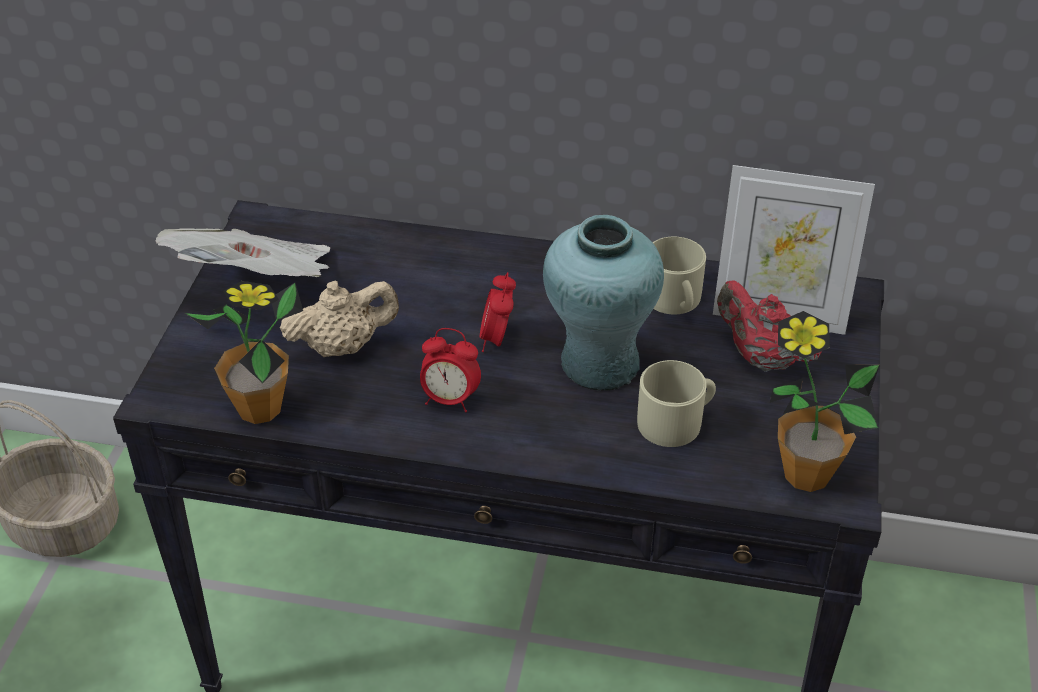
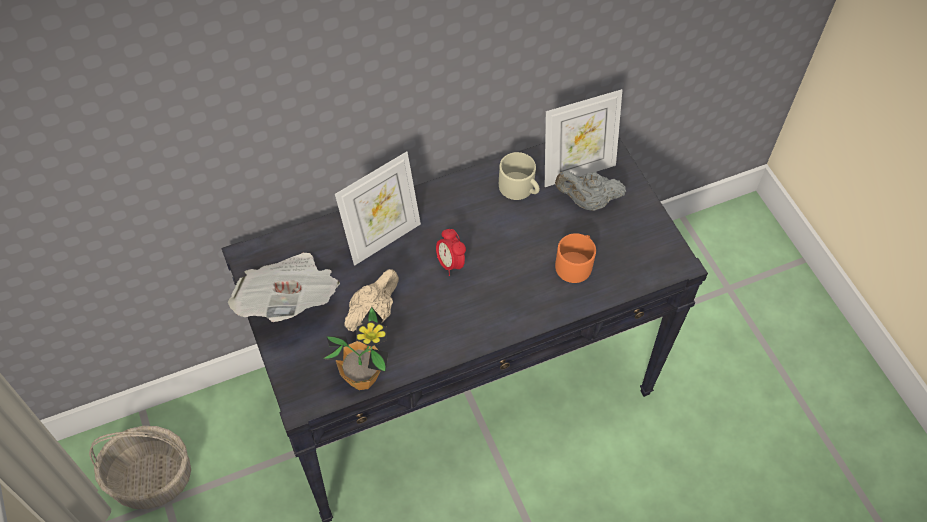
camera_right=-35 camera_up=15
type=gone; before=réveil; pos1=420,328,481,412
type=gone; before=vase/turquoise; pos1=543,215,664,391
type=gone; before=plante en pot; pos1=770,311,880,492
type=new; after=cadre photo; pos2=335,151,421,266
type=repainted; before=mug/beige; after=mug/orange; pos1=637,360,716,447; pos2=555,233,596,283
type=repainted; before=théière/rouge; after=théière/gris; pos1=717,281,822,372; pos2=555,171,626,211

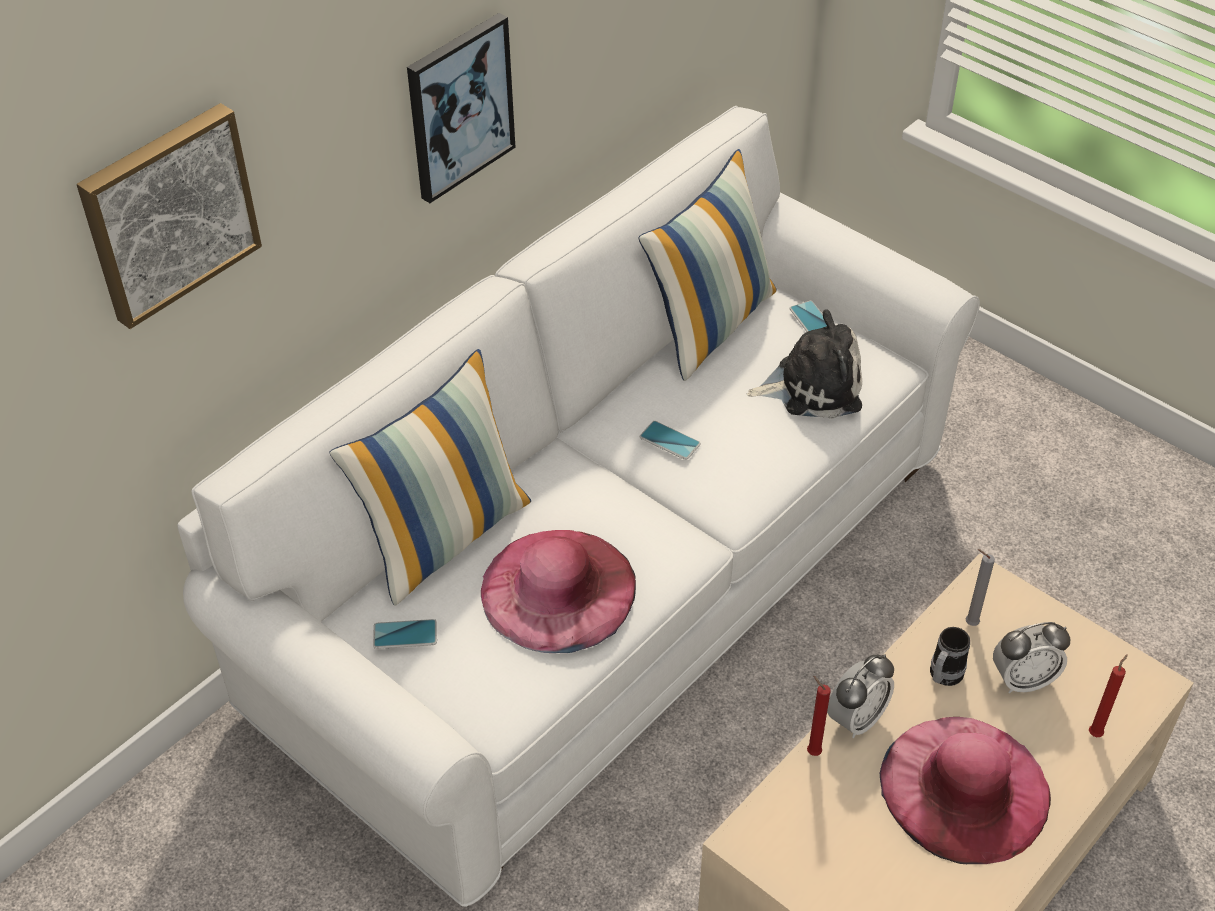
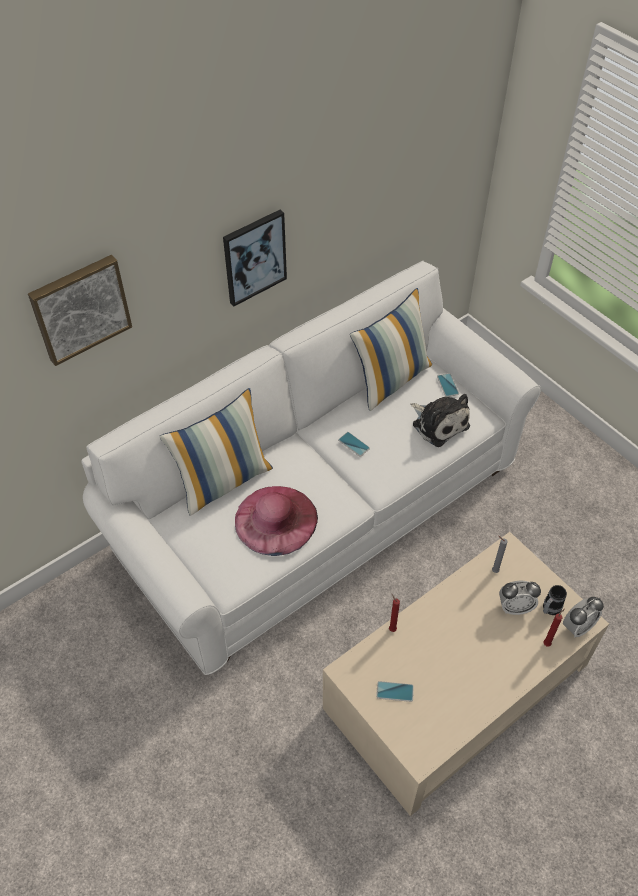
camera_right=10 camera_up=5
type=gone; before=chapeau/rose; pos1=880,717,1051,864
type=shifted; before=téléphone; pos1=373,619,437,649; pos2=376,681,414,702
type=shifted; before=réveil; pos1=827,654,894,738; pos2=563,597,604,638
type=shifted; before=mug; pos1=930,627,970,686; pos2=543,585,567,615
type=rotated; before=peluche; pos1=747,309,862,419; pos2=410,394,470,447; turn=45

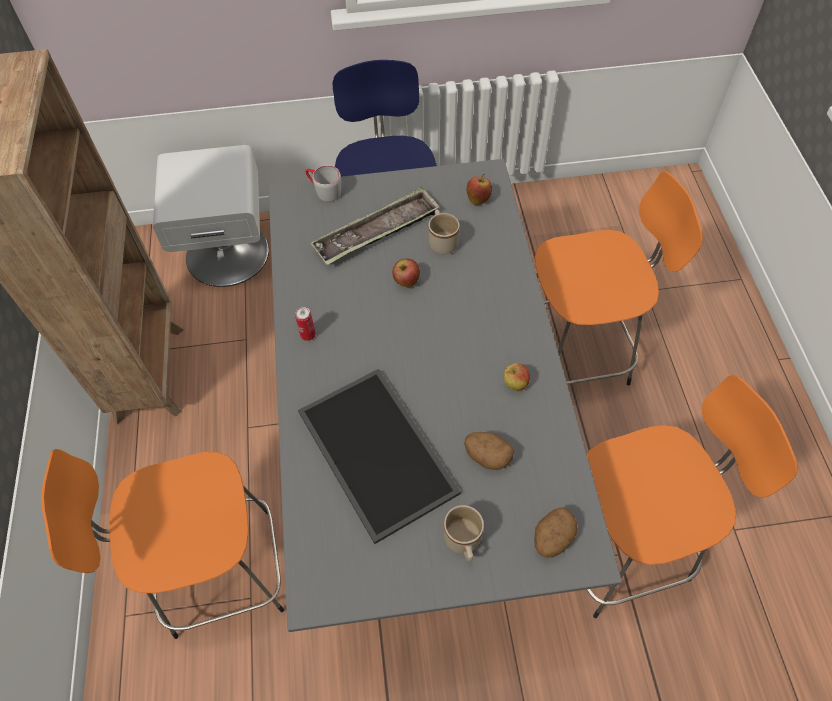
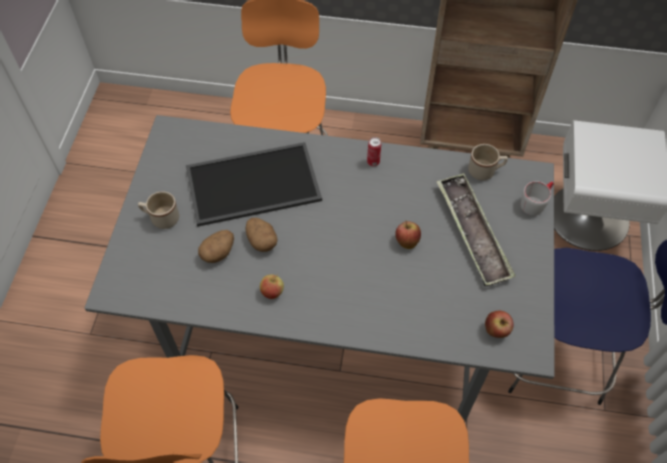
camera_right=105 camera_up=0
type=shifted; before=mug/beige; pos1=428,210,460,254; pos2=468,144,508,180
type=shifted; before=pomme de terre; pos1=534,507,577,558; pos2=245,218,277,252

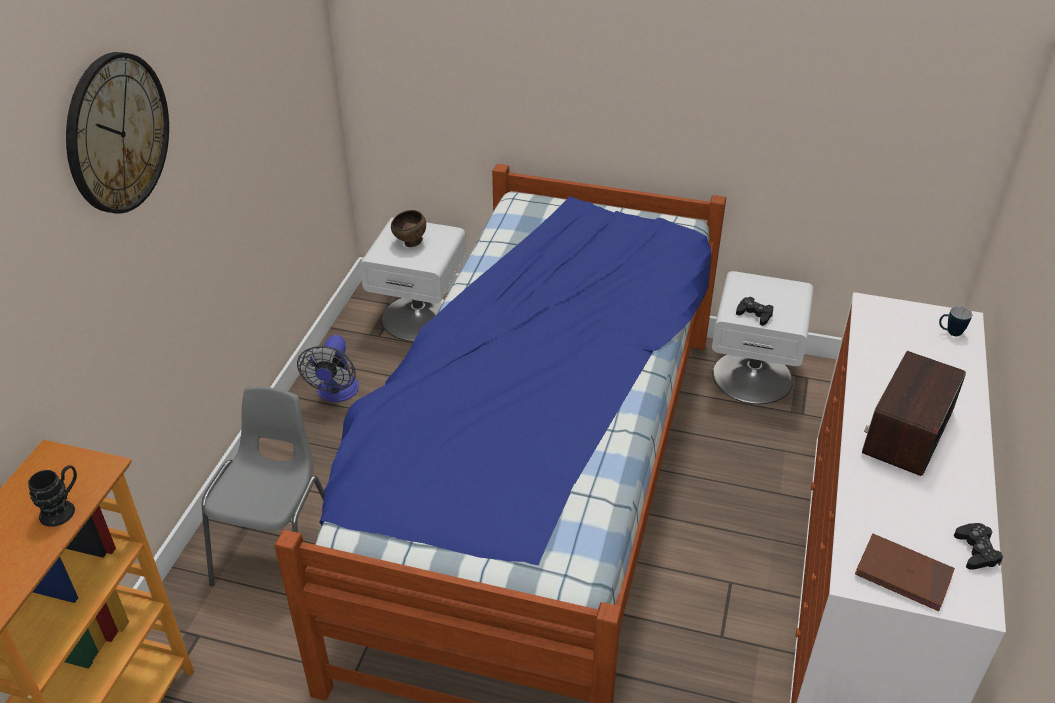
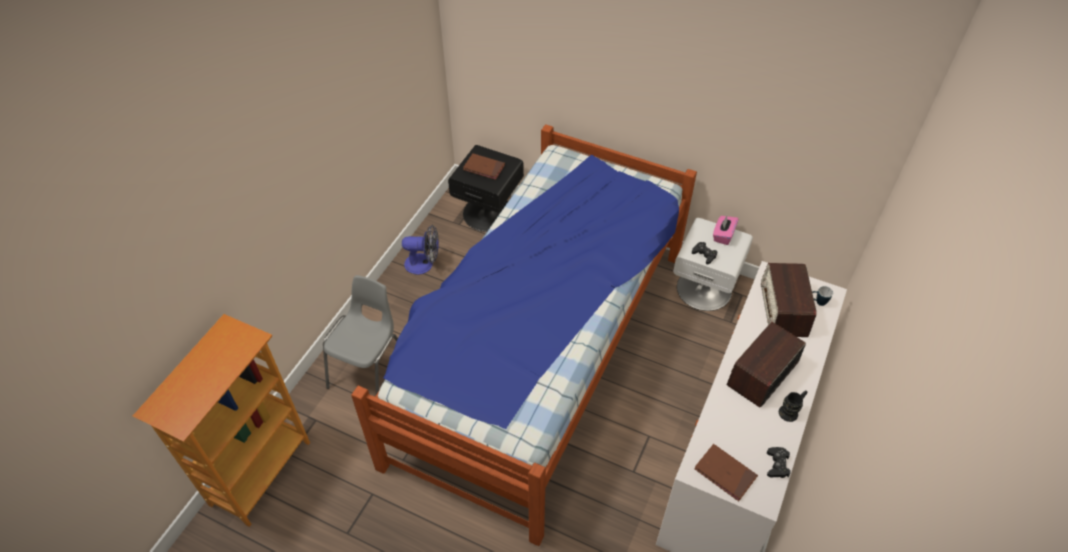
camera_right=10 camera_up=10
type=gone; before=horloge murale; pos1=66,52,169,213
type=new; after=boîte à mouchoirs/rose; pos2=713,215,738,245
type=new; after=radio; pos2=761,263,817,337
type=shifted; before=mug/noir; pos1=28,465,77,527; pos2=779,391,807,422
type=swapped; before=bol/marron; after=livre/marron; pos1=391,210,426,247; pos2=463,153,505,180
type=repainted; before=table de chevet/blanc; after=table de chevet/noir; pos1=360,217,466,341; pos2=448,145,524,232
type=rotated; before=ventilateur; pos1=297,335,359,402; pos2=402,225,439,275; turn=-105

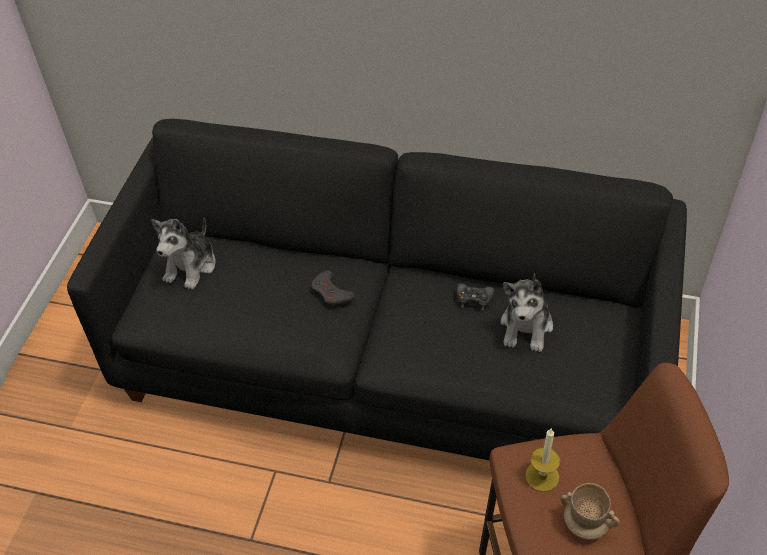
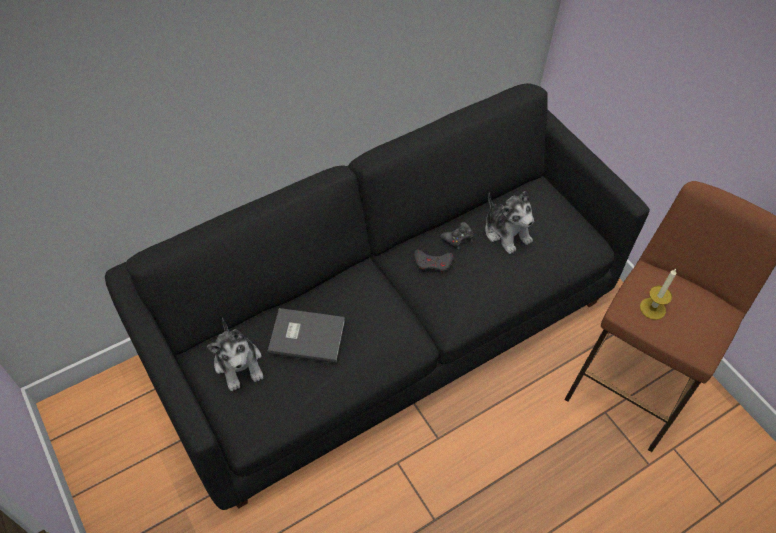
camera_right=-50 camera_up=5
type=gone; before=mug/beige; pos1=560,483,620,540
type=new; after=livre/gris; pos2=268,308,345,364
type=shifted; before=manette/gris; pos1=311,270,355,307; pos2=414,250,454,274

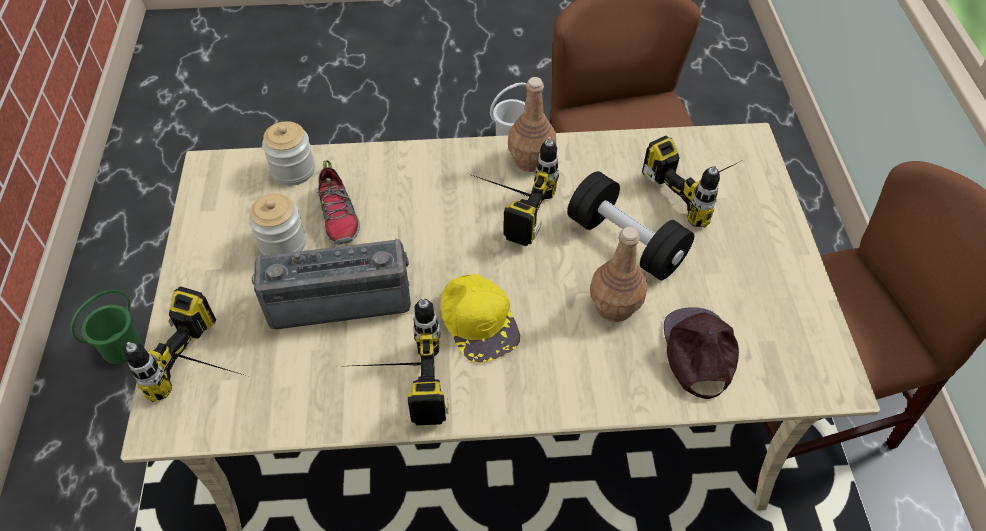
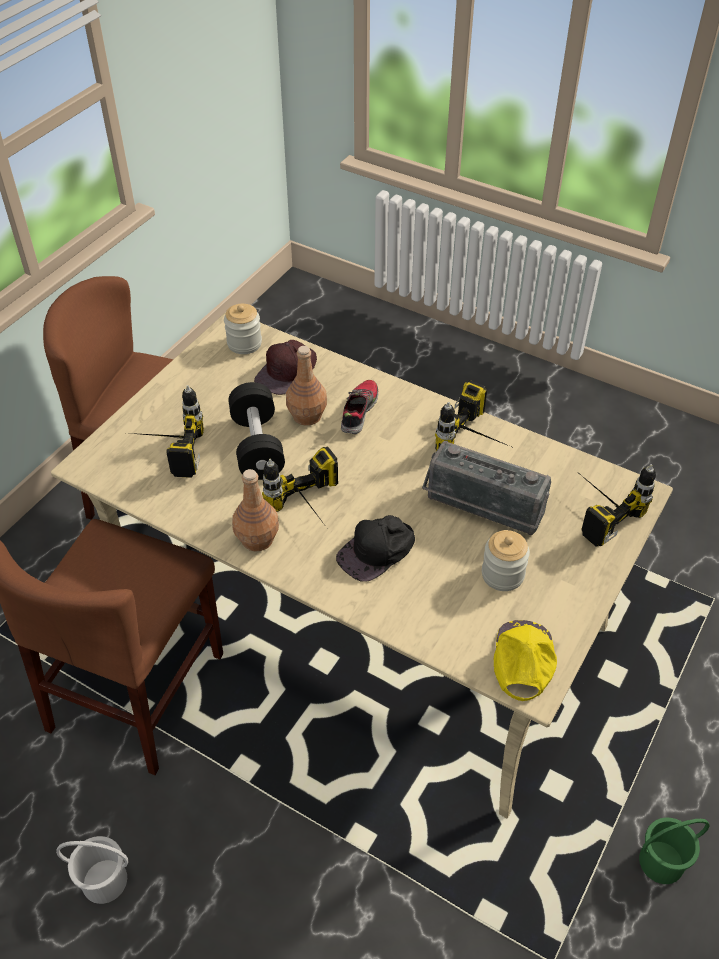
camera_right=-145 camera_up=-5
type=new; after=casquette/noir; pos2=336,515,415,582
type=shifted; before=bocal; pos1=262,121,315,186; pos2=224,304,262,354
type=shifted; before=chaussure; pos1=317,160,360,245; pos2=341,380,379,434
type=shifted; before=casquette/jaune; pos1=441,274,520,363; pos2=494,620,557,701

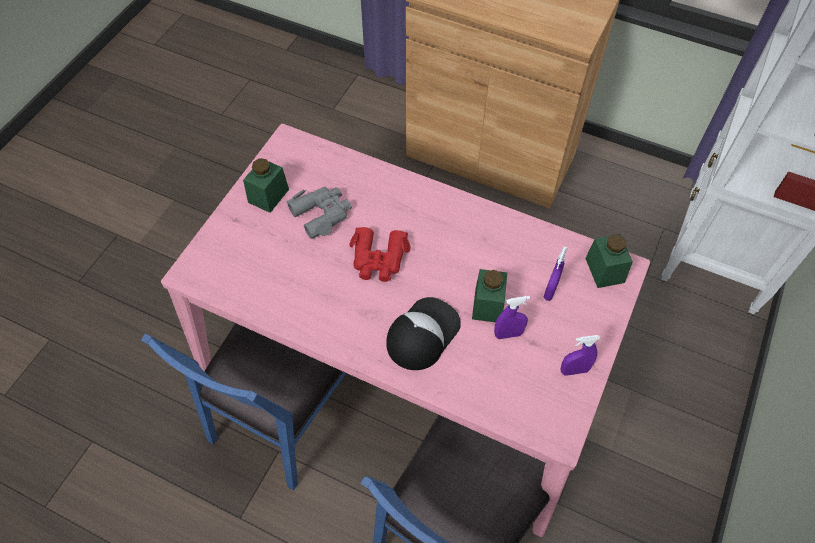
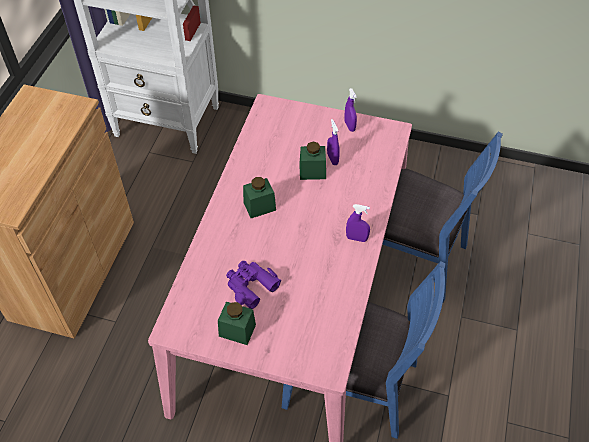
camera_right=-100 camera_up=-5
type=gone; before=jumelles/rouge; pos1=349,227,410,282
type=gone; before=casquette; pos1=386,297,461,370
type=shifted; before=vaporisateur/violet; pos1=544,246,568,301; pos2=346,204,370,242
type=shifted; before=bocal/vert; pos1=585,234,633,288; pos2=243,177,276,218
type=repainted; before=jumelles/gris; after=jumelles/violet; pos1=286,187,352,239; pos2=226,261,281,309

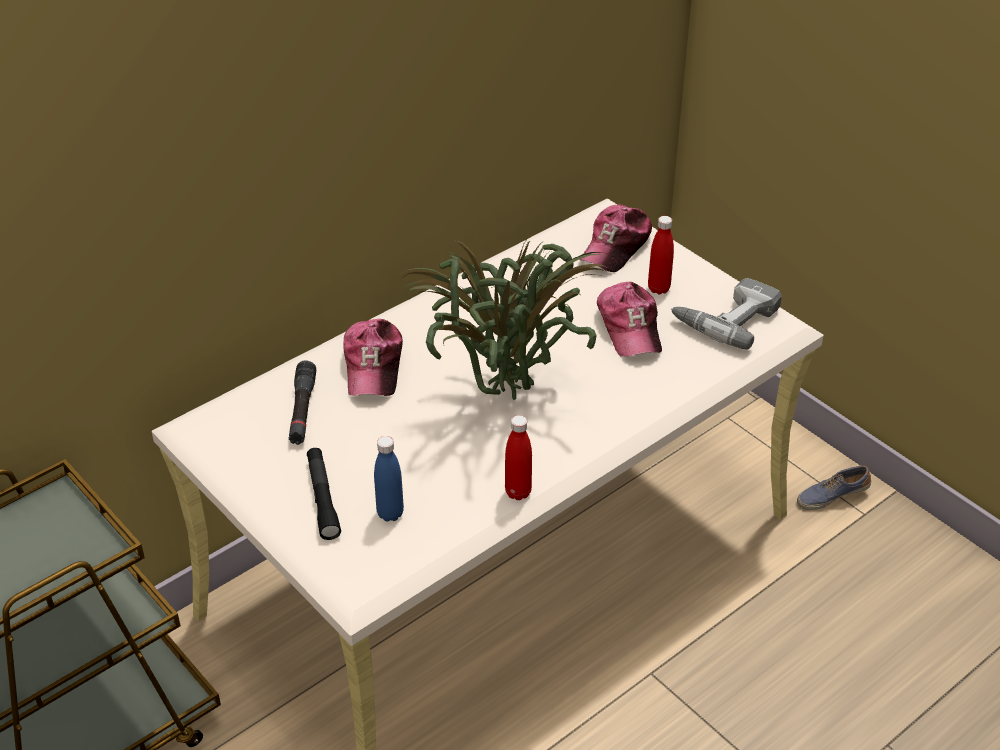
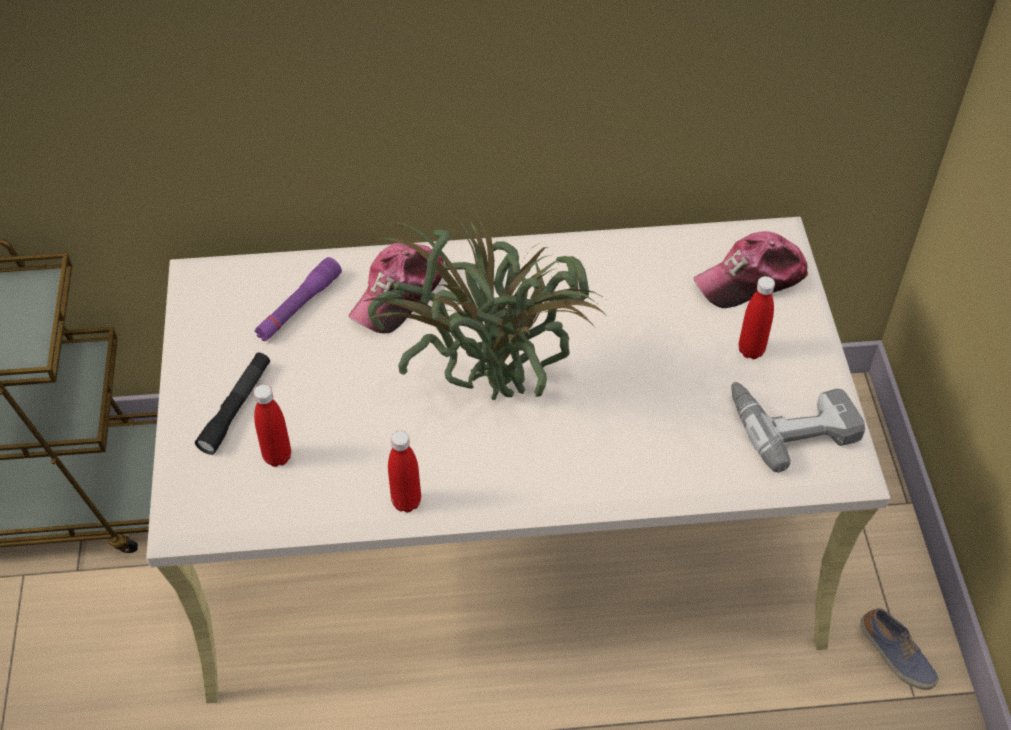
camera_right=35 camera_up=10
type=gone; before=casquette; pos1=597,282,662,357
type=repainted; before=lampe de poche/noir; after=lampe de poche/violet; pos1=289,360,316,445; pos2=255,257,342,341
type=repainted; before=bouteille/bleu; after=bouteille/rouge; pos1=374,436,404,522; pos2=254,384,291,467
type=rotated; before=chaussure; pos1=797,465,871,510; pos2=860,608,939,690; turn=-150

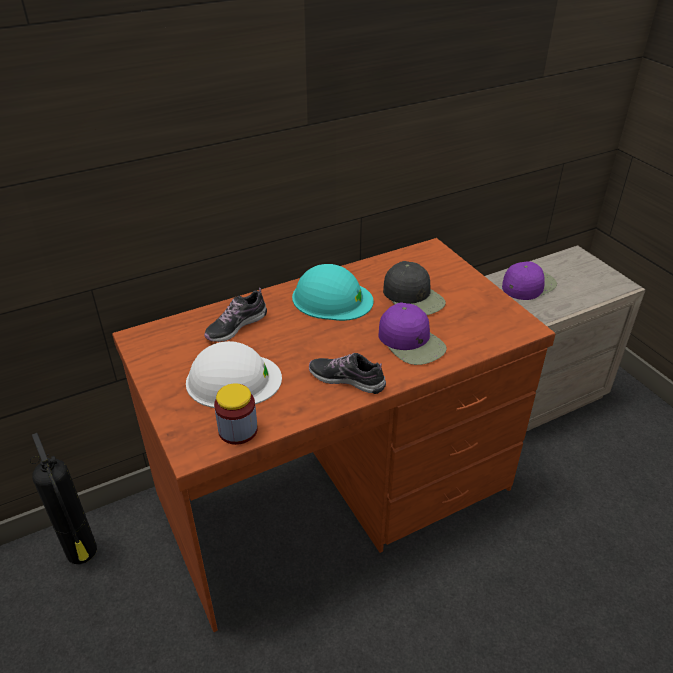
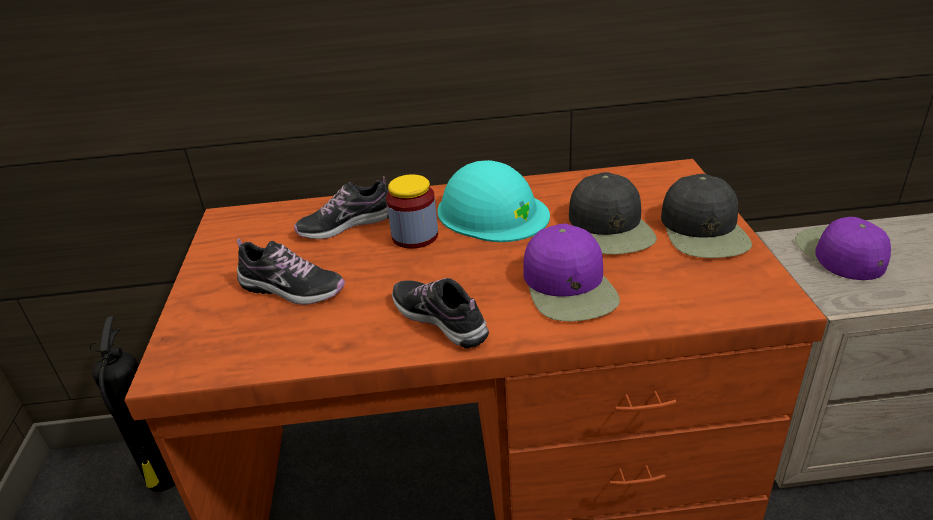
camera_right=25 camera_up=-5
type=new; after=casquette/noir; pos2=661,174,752,258
type=shifted; before=bocal; pos1=214,383,258,445; pos2=386,174,438,249
type=swapped; before=casque de chantier/blanc; after=chaussure; pos1=186,341,282,408; pos2=237,238,345,305
type=rotated; before=casquette/violet; pos1=502,261,557,300; pos2=795,217,891,280; turn=-90

